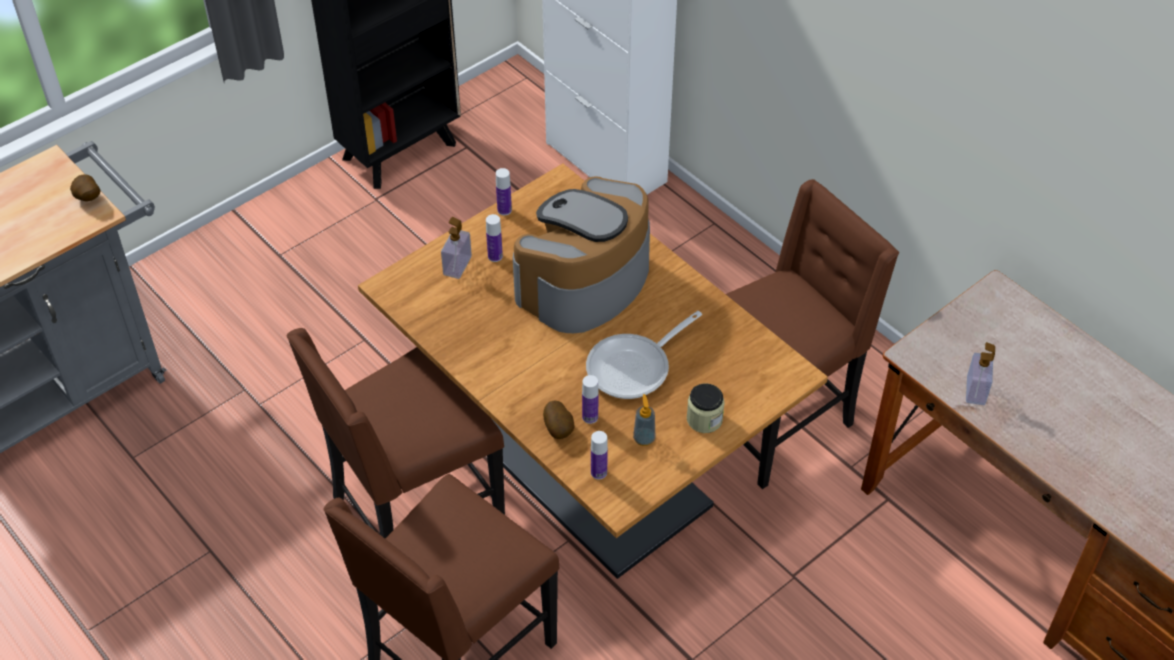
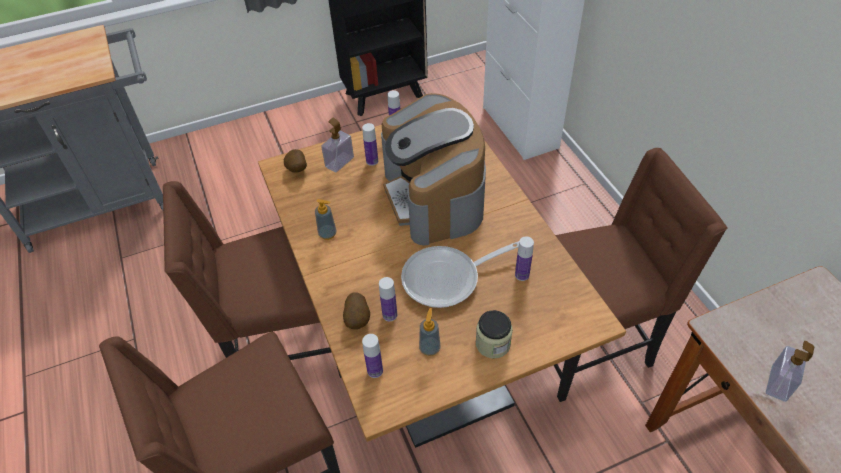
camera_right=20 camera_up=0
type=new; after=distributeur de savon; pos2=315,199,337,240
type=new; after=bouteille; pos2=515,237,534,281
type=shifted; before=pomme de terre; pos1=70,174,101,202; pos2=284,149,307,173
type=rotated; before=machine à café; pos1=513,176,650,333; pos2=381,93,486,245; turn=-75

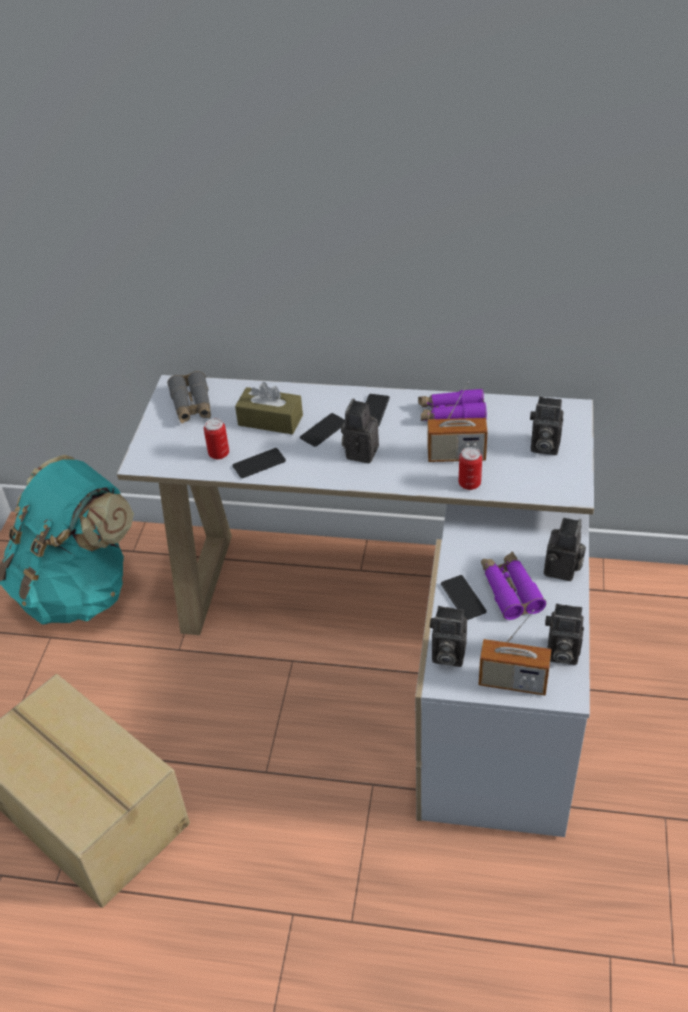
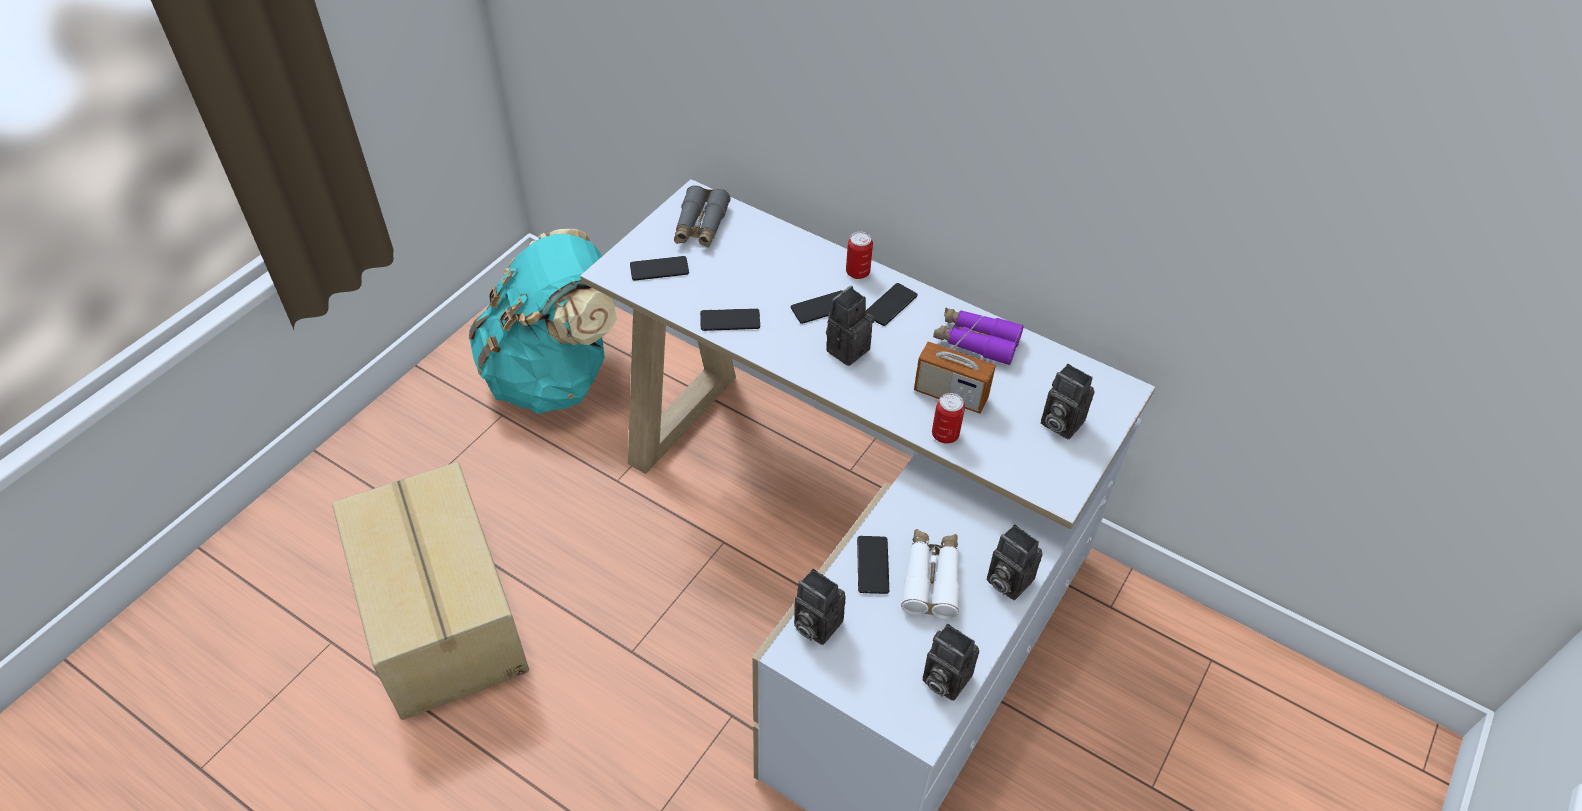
camera_right=20 camera_up=5
type=gone; before=boîte à mouchoirs/marron; pos1=235,382,303,434
type=gone; before=radio; pos1=479,610,551,695
type=new; after=téléphone; pos2=630,256,689,281
type=shifted; before=boîte métallique; pos1=204,418,229,460; pos2=846,232,873,279
type=repainted; before=jumelles/violet; after=jumelles/blanc; pos1=481,551,546,620; pos2=901,529,960,619
type=rotated; before=appareil photo; pos1=544,518,586,581; pos2=987,524,1043,600; turn=90

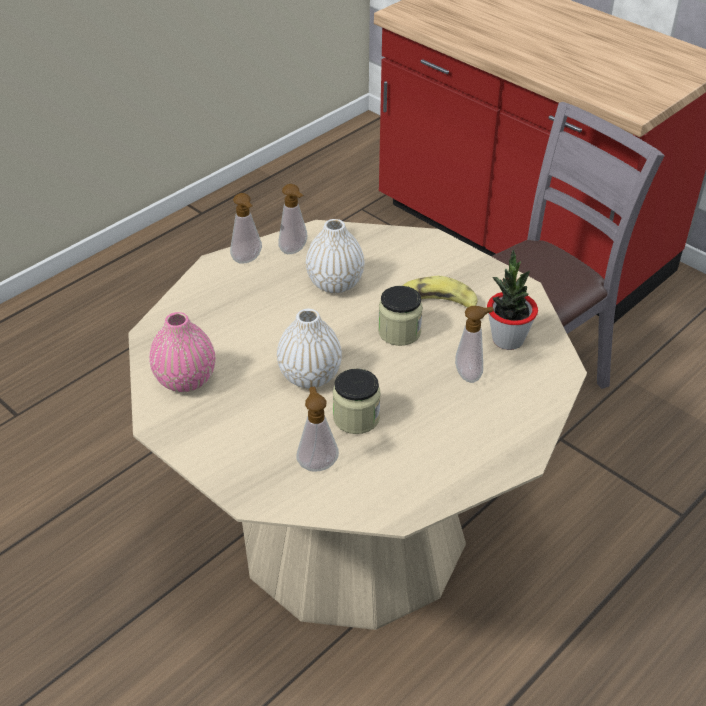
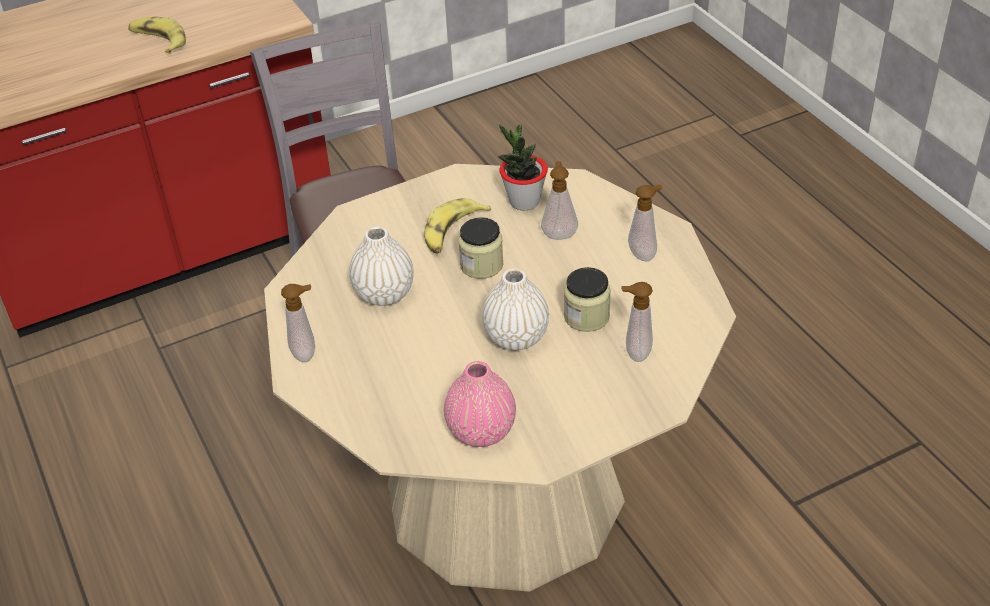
camera_right=-70 camera_up=0
type=new; after=banane; pos2=128,17,186,53
type=shifted; before=distributeur de savon; pos1=278,184,307,254; pos2=628,184,663,261

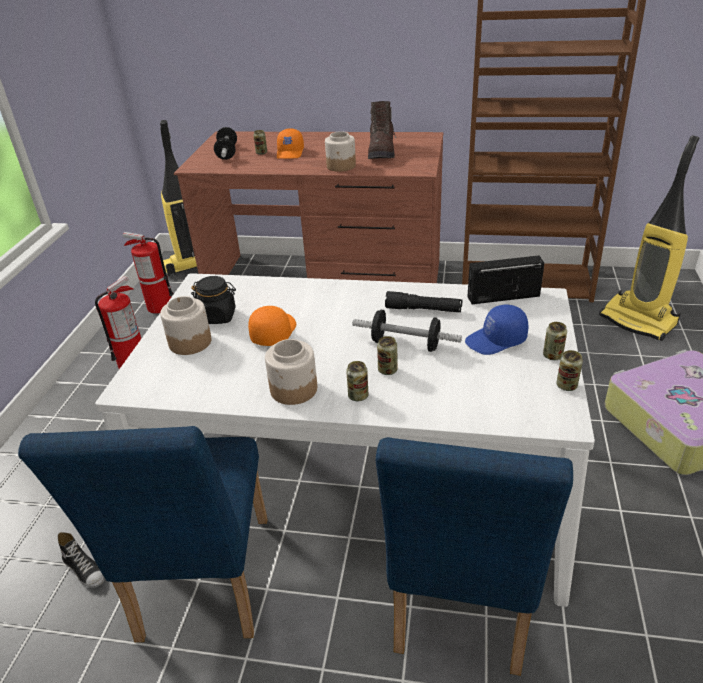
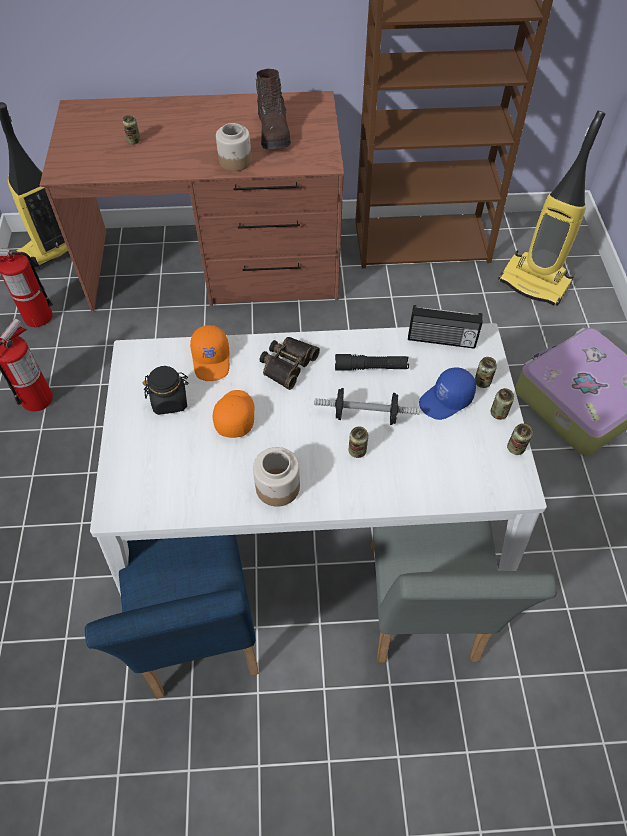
camera_right=-15 camera_up=20
type=gone; before=chaussure; pos1=58,532,104,588
type=gone; before=bocal; pos1=160,296,211,355
type=gone; before=haltère; pos1=214,127,237,160
type=new; after=jumelles; pos2=260,337,320,390
type=shifted; before=casquette/orange; pos1=277,128,304,159; pos2=190,325,230,381
type=shifted; before=boîte métallique; pos1=346,361,368,401; pos2=475,357,497,388
type=repainted; before=chaise/bleu; after=chaise/gris; pos1=376,437,573,676; pos2=371,521,557,663
type=rotated; before=radio; pos1=468,255,544,304; pos2=408,305,483,349; turn=-150

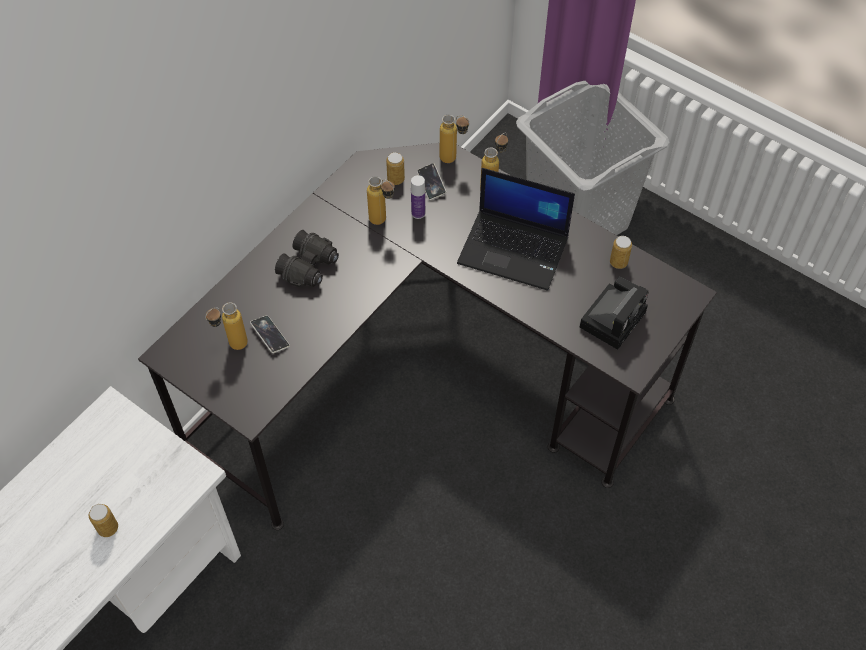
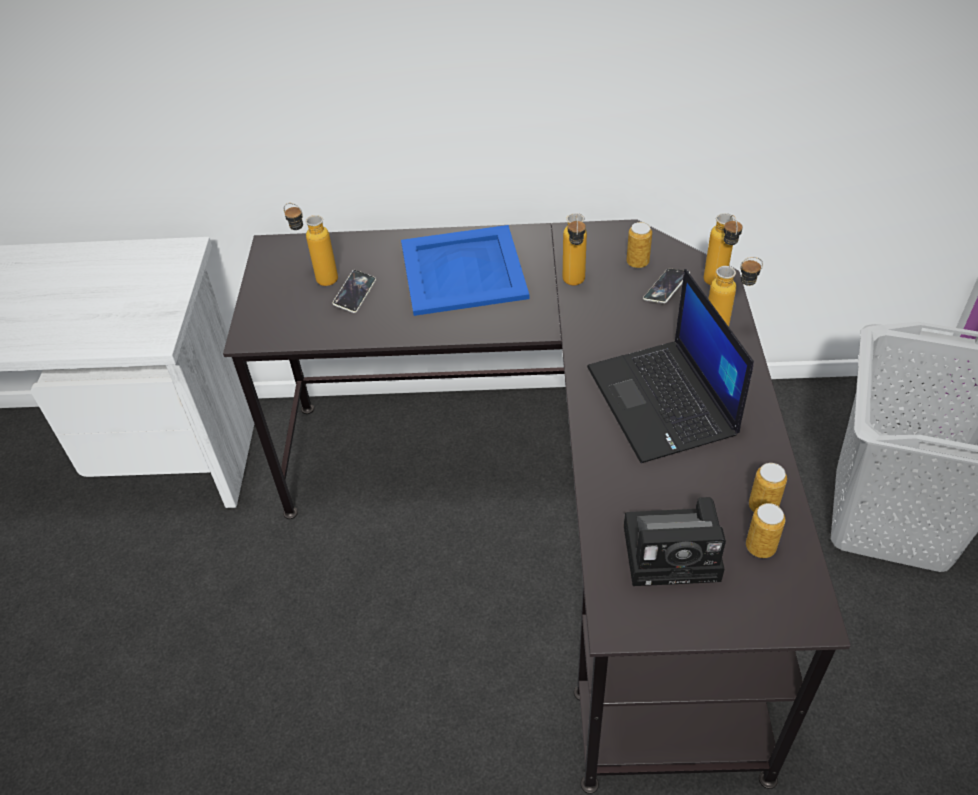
camera_right=55 camera_up=-10
type=gone; before=bouteille; pos1=411,175,425,219
type=shifted; before=boîte métallique; pos1=89,504,118,537; pos2=746,503,786,558
type=swapped; before=jumelles/noir; after=plateau/bleu; pos1=275,230,339,287; pos2=401,225,529,316

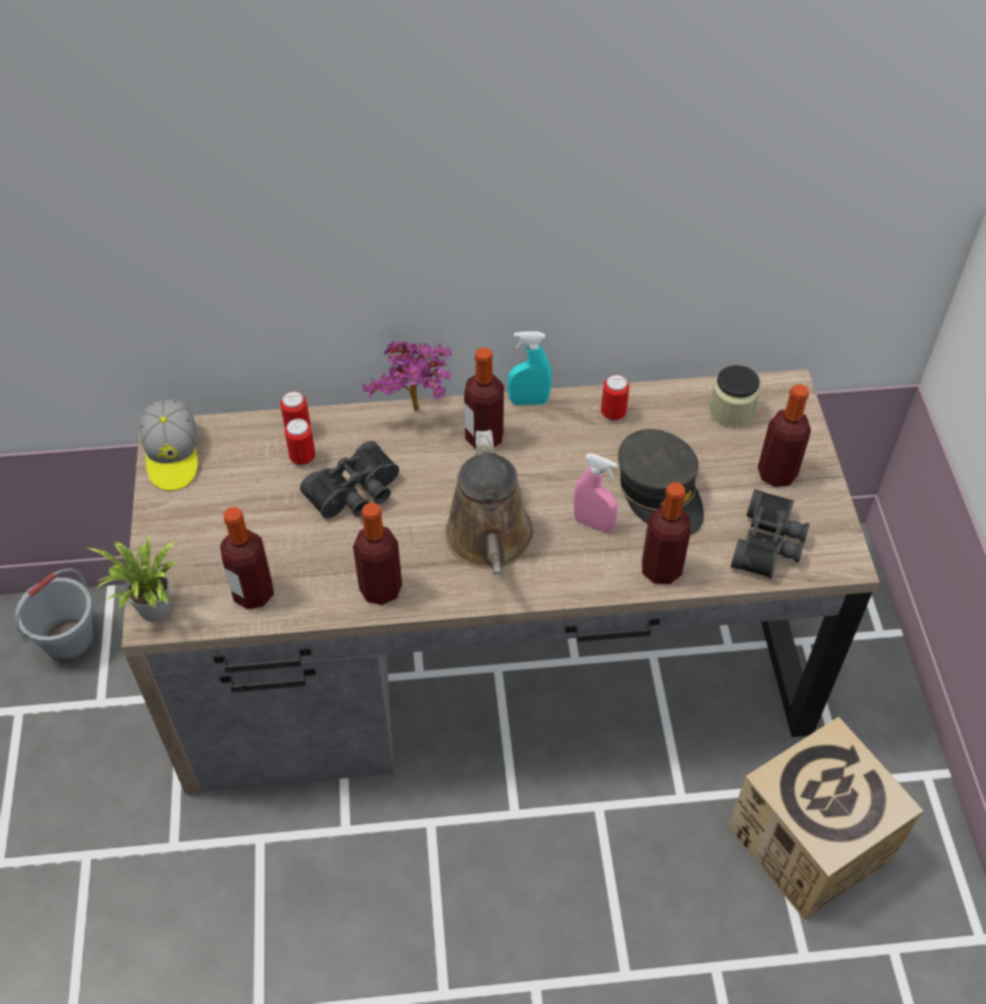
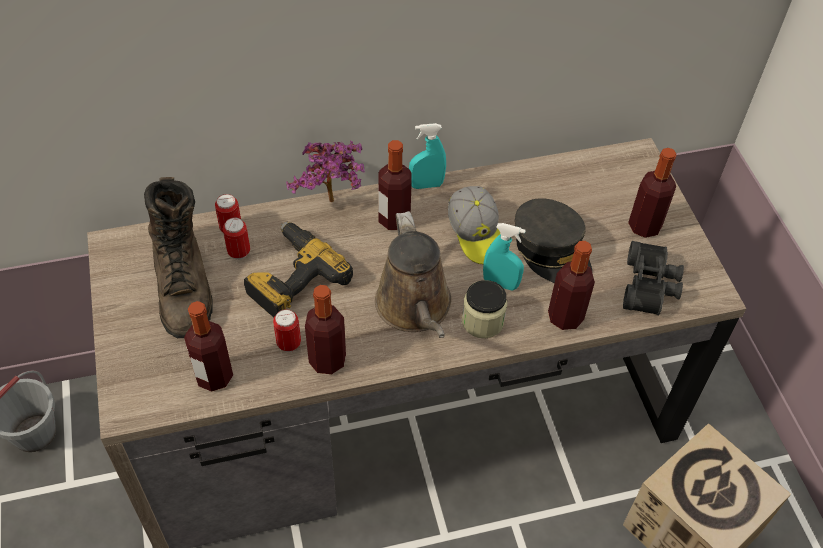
camera_right=-10 camera_up=0
type=gone; before=plante en pot; pos1=88,534,178,622
type=new; after=botte/marron; pos2=144,177,213,338
type=shifted; before=casquette; pos1=140,400,198,491; pos2=448,186,500,264
type=shifted; before=boîte métallique; pos1=601,374,629,422; pos2=273,309,301,352
type=shifted; before=bocal; pos1=709,365,760,428; pos2=462,280,507,338
type=swapped; before=jumelles/noir; after=perceuse; pos1=300,441,399,518; pos2=244,222,353,317
type=repainted; before=vaporisateur/rose; after=vaporisateur/turquoise; pos1=573,453,618,533; pos2=483,223,526,290

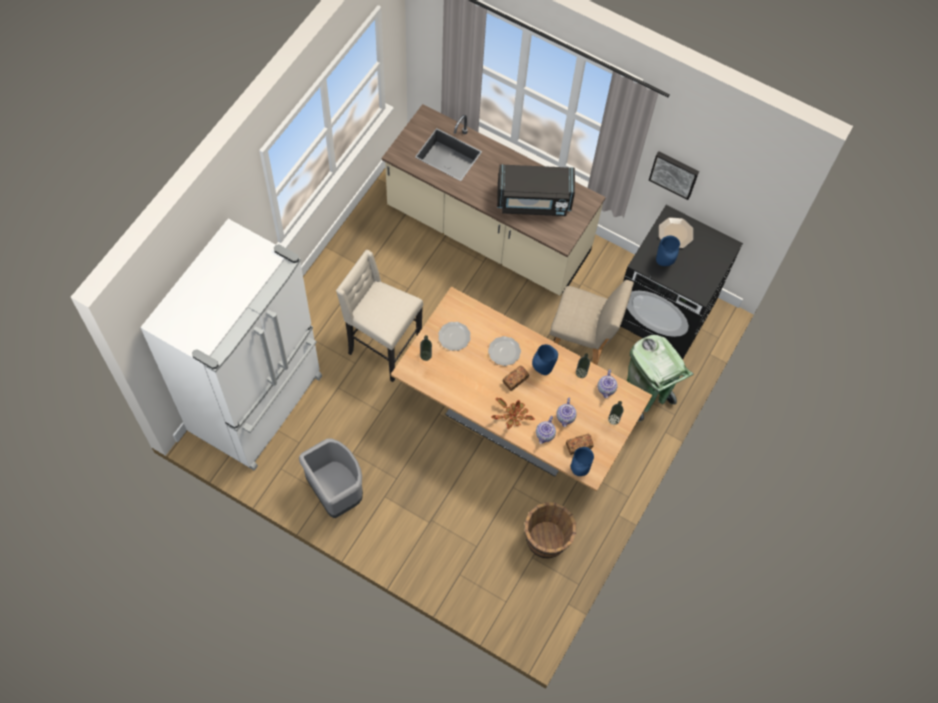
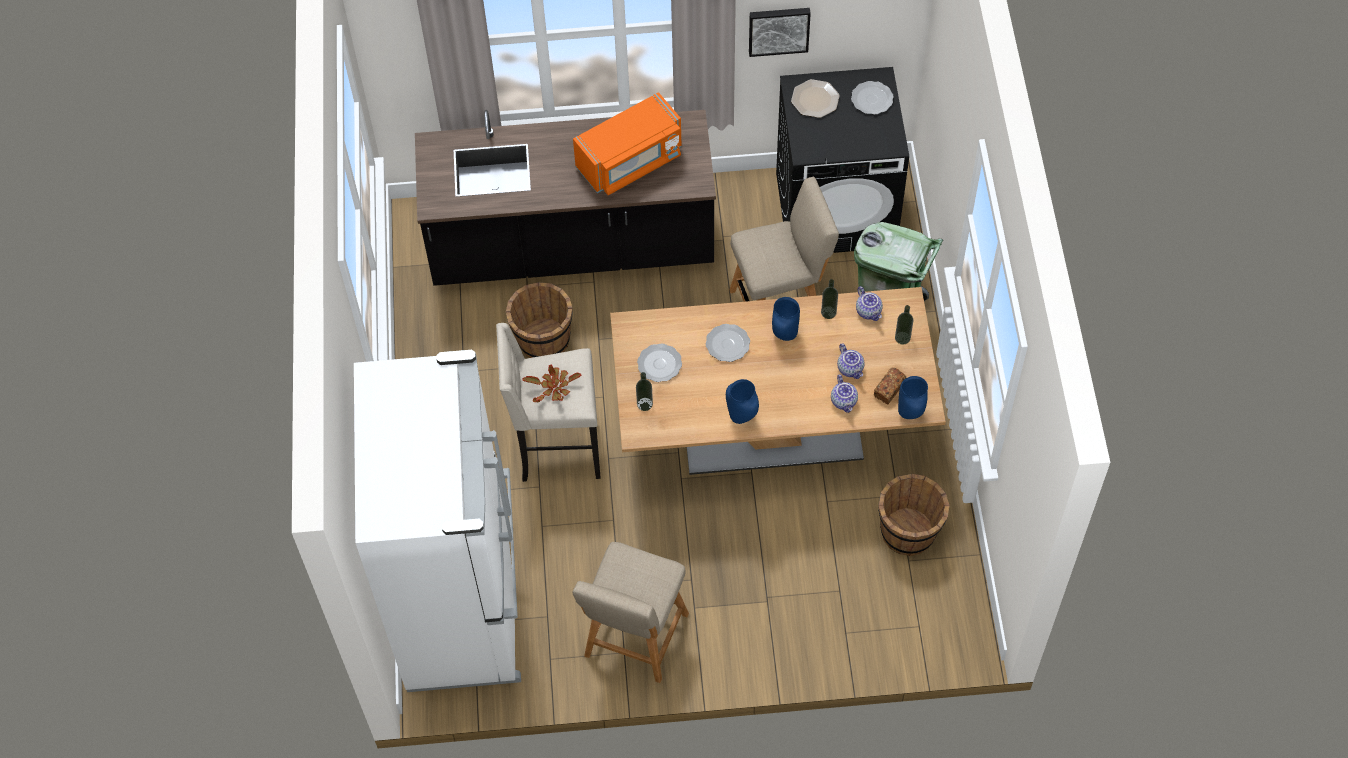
camera_right=-30 camera_up=-5
type=gone; before=pain; pos1=503,365,529,391
type=new; after=seau/marron; pos2=506,282,572,358
type=new; after=assiette; pos2=851,81,894,115
type=shifted; before=plante en pot; pos1=491,398,535,429; pos2=522,365,581,403
type=shifted; before=vase/bleu; pos1=656,236,680,266; pos2=726,379,759,424
type=swapped; before=poubelle/gris; after=chaise/beige; pos1=299,439,363,518; pos2=572,542,689,683
type=repainted; before=comptoir de cuisine/beige; after=comptoir de cuisine/noir; pos1=382,104,606,296; pos2=415,110,716,286
type=repainted; before=micro-ondes/noir; after=micro-ondes/orange; pos1=497,164,575,216; pos2=573,92,682,195

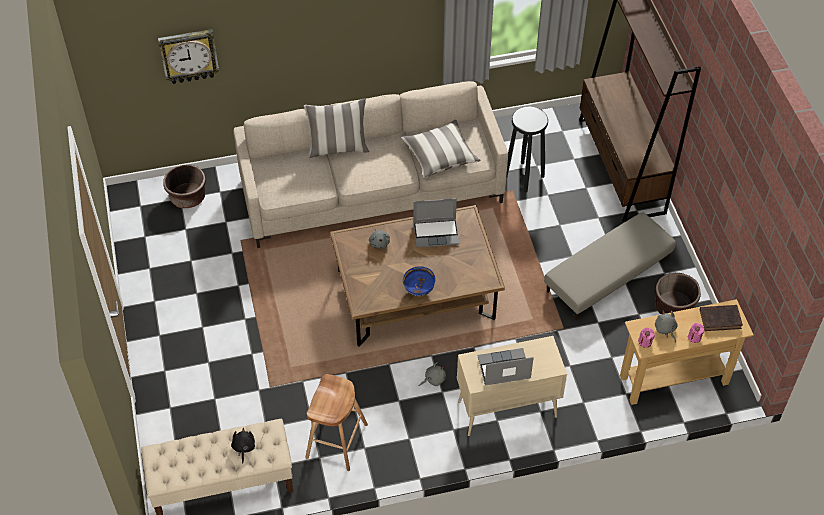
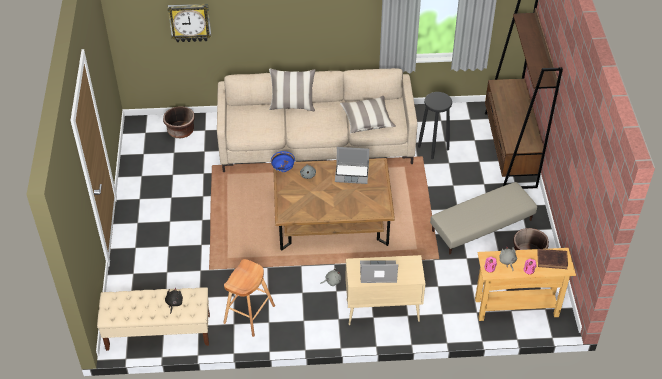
camera_right=10 camera_up=-5
type=shifted; before=bol/bleu; pos1=403,266,436,296; pos2=271,151,295,172

